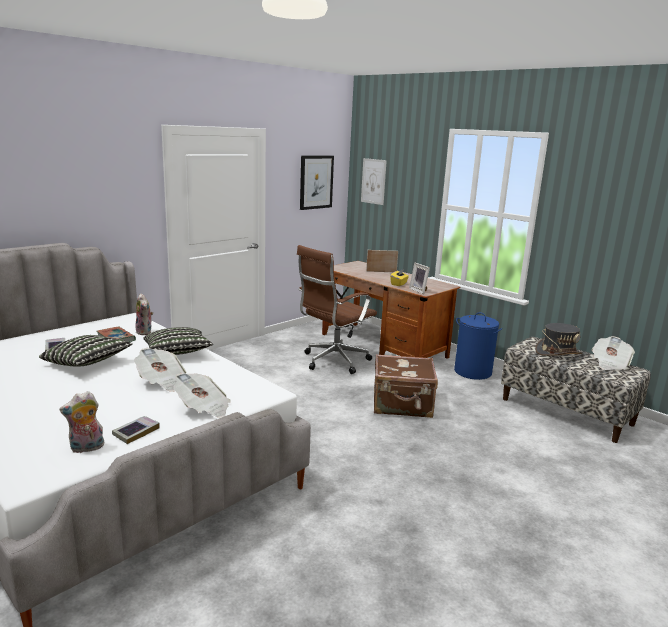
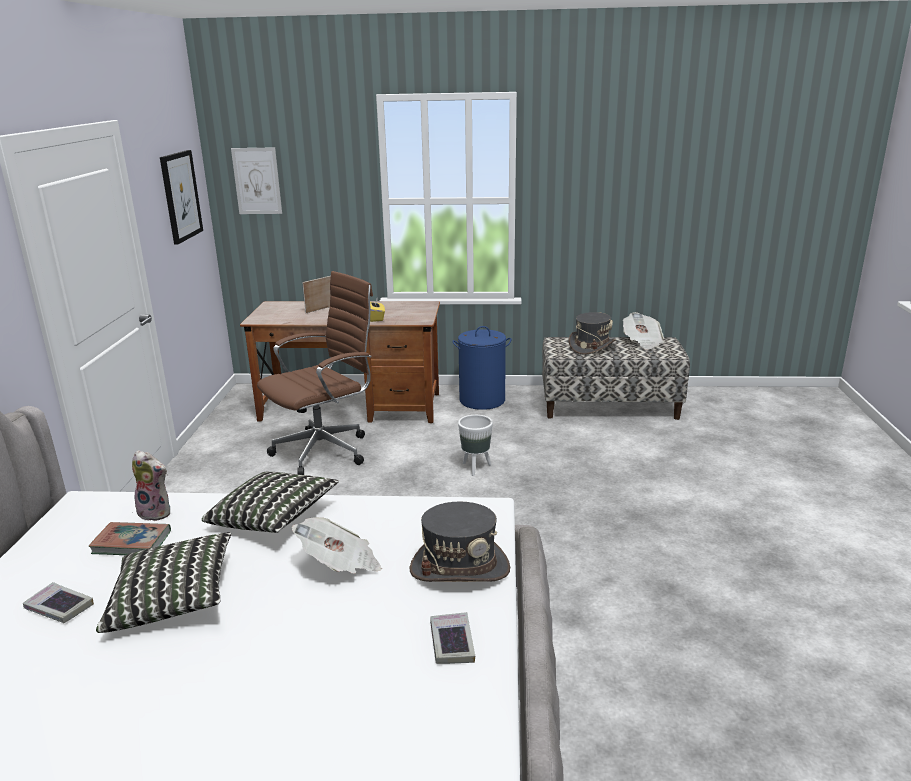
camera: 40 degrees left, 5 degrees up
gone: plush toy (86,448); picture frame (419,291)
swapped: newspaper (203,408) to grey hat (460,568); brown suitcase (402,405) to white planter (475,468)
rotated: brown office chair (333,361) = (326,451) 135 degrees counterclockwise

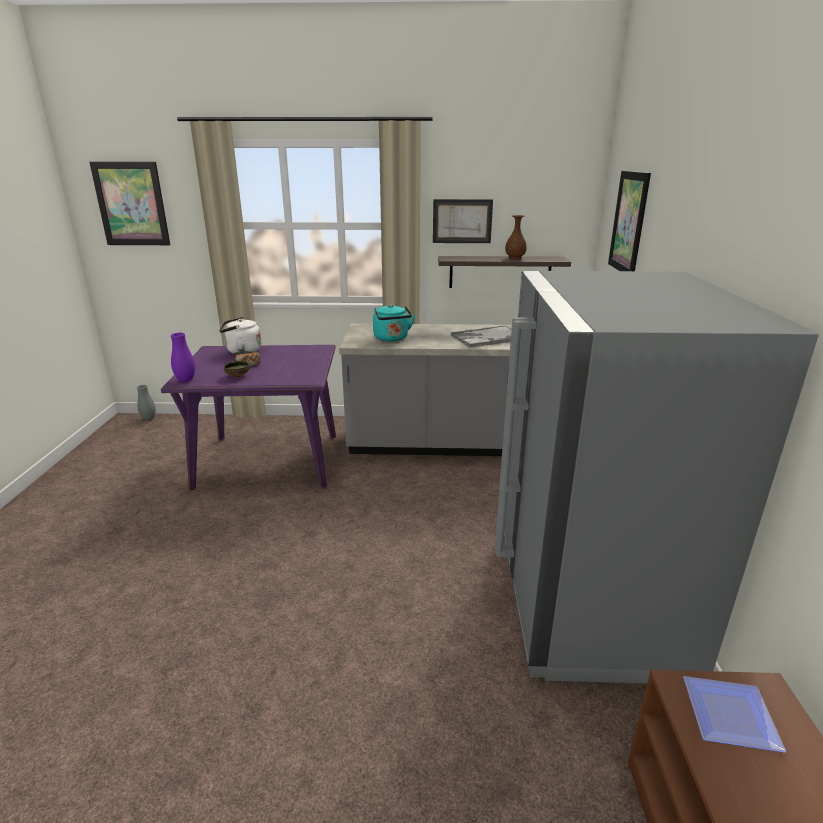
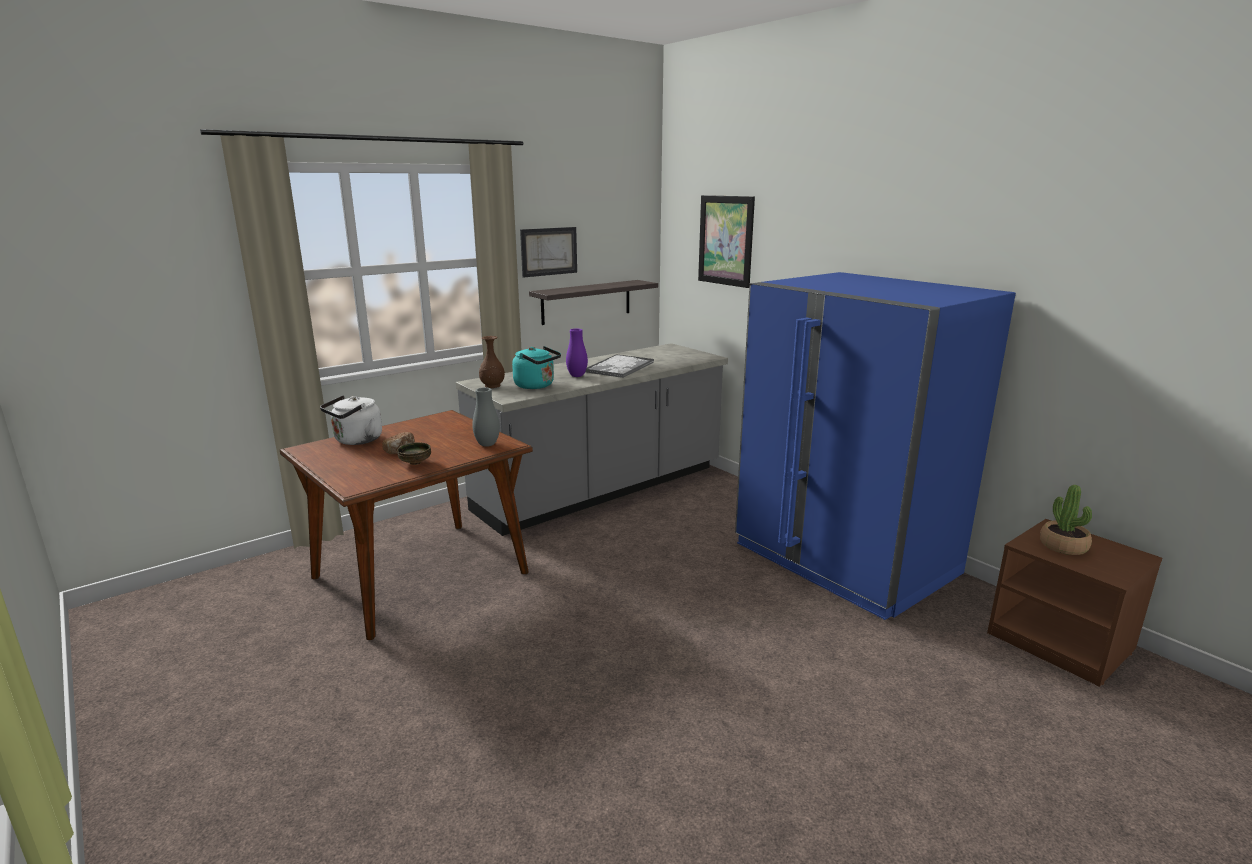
camera: 40 degrees left, 5 degrees down
gone: picture (131,204)
shifted: grey vase (149,418) to (487,444); purple vase (186,380) to (577,376); brown vase (514,258) to (492,386)
swapped: plate (733,718) to potted plant (1063,546)
repainted: purple dining table (269,460) to brown dining table (421,575); grey fridge (586,599) to blue fridge (844,560)

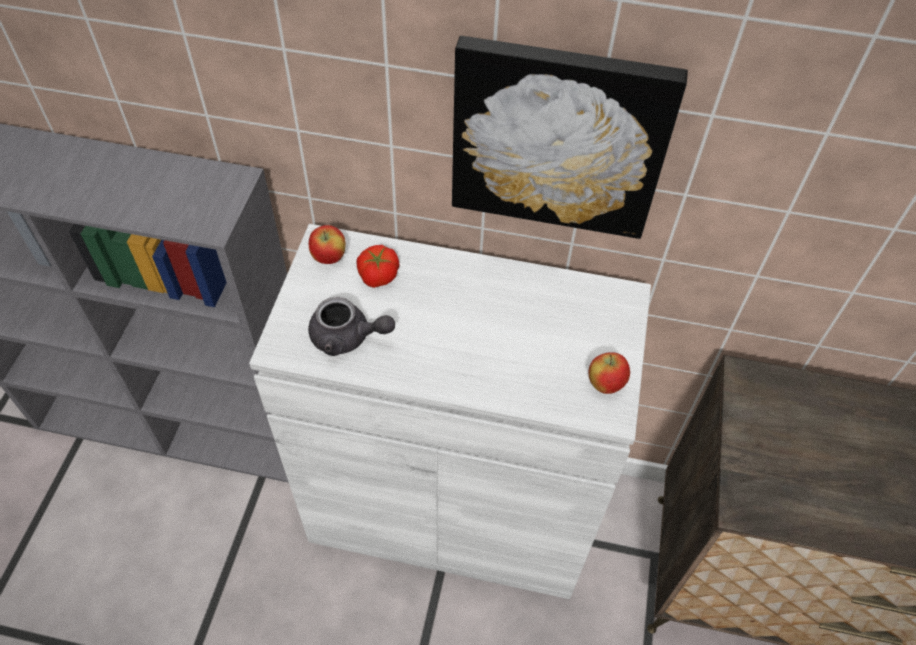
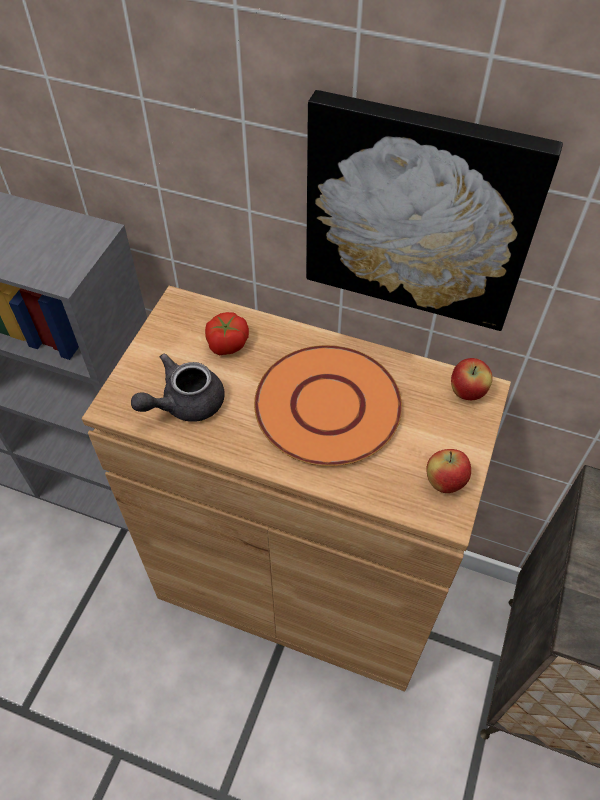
camera: 10 degrees right, 0 degrees up
new: orange plate (328,406)
shifted: apple (329,257) to (467,392)
repainted: white cabinet (451,508) to brown cabinet (300,584)
rotated: grey teapot (347,338) = (184,403) 120 degrees clockwise

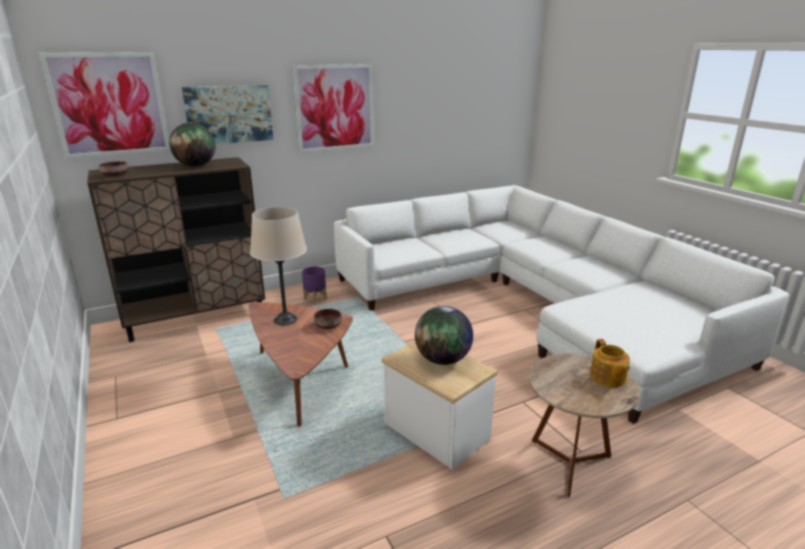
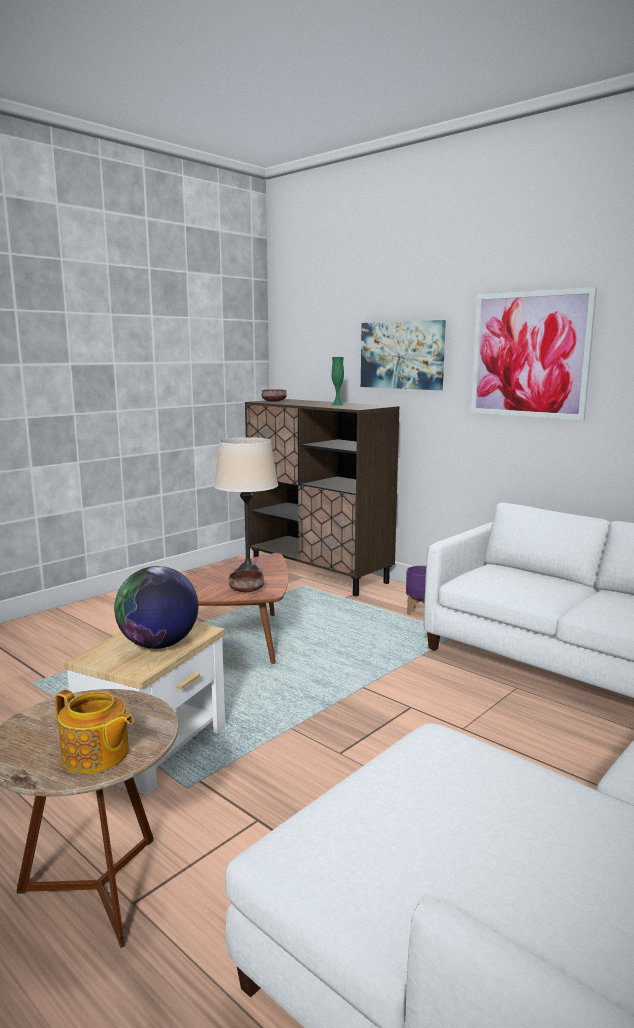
camera: 70 degrees right, 10 degrees down
gone: picture (109,105)
swapped: globe (196,166) to green vase (337,405)
rotated: teapot (607,378) = (96,755) 120 degrees counterclockwise

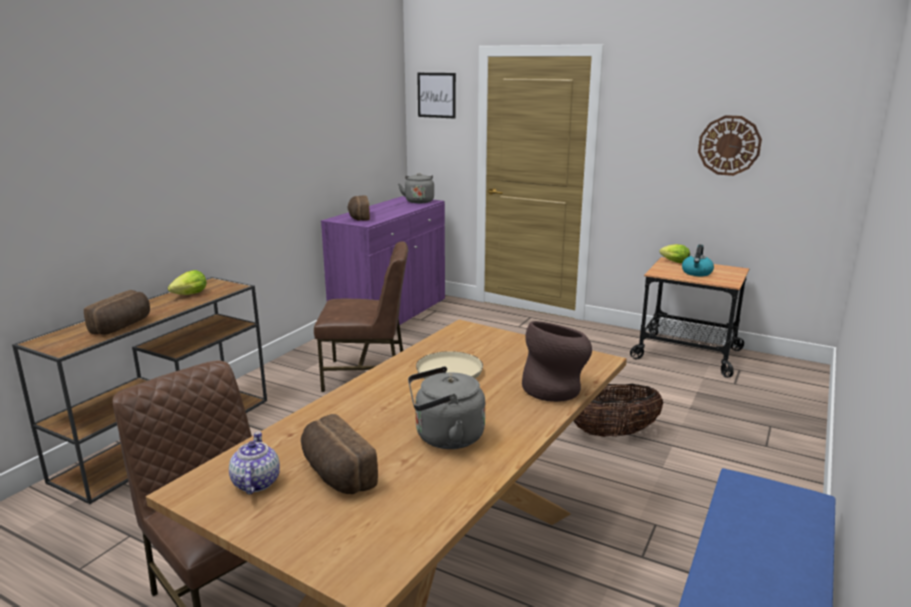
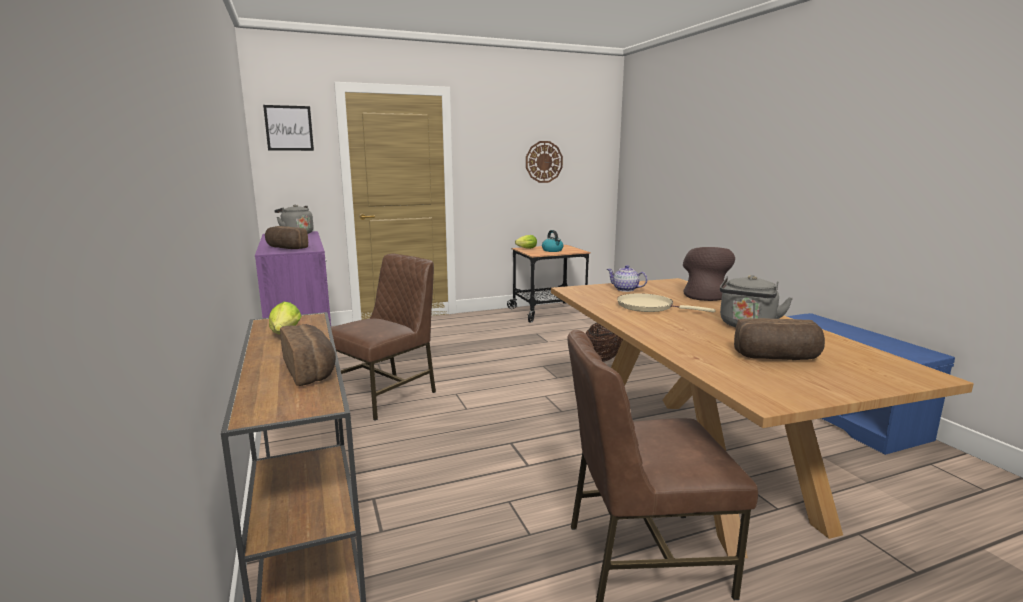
camera: 50 degrees left, 5 degrees down
shifted: teapot (255,483) to (625,289)

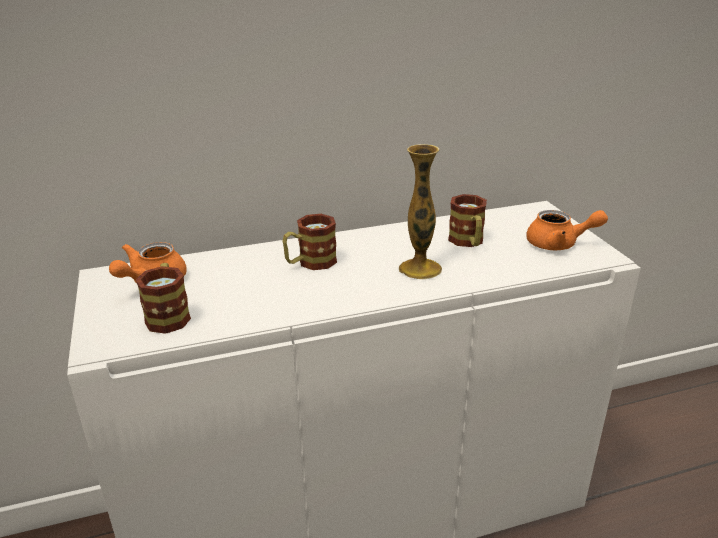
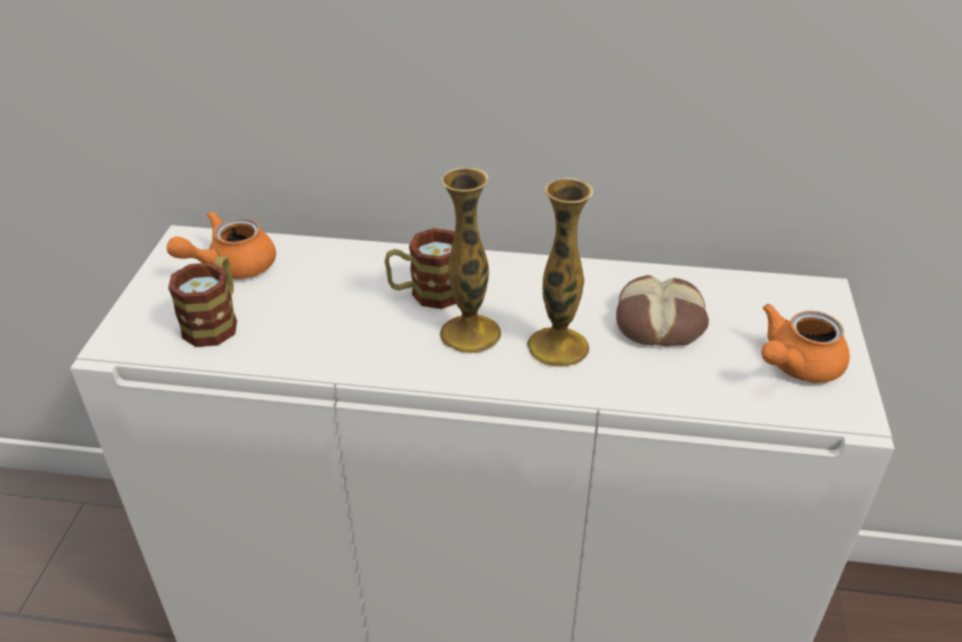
camera: 25 degrees right, 10 degrees up
new: vase (470,334)
swapped: mug (468,242) to bread (661,321)
rotated: orange teapot (559,244) = (795,366) 105 degrees clockwise

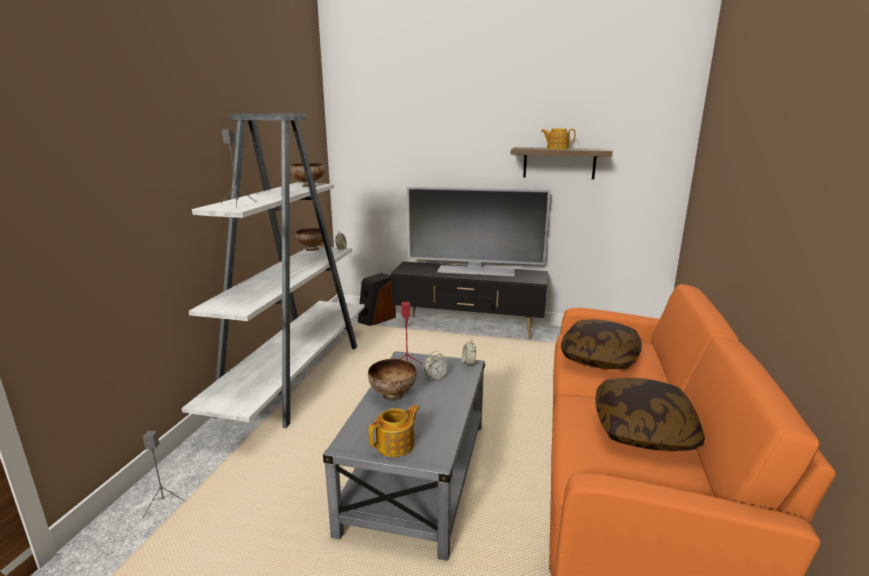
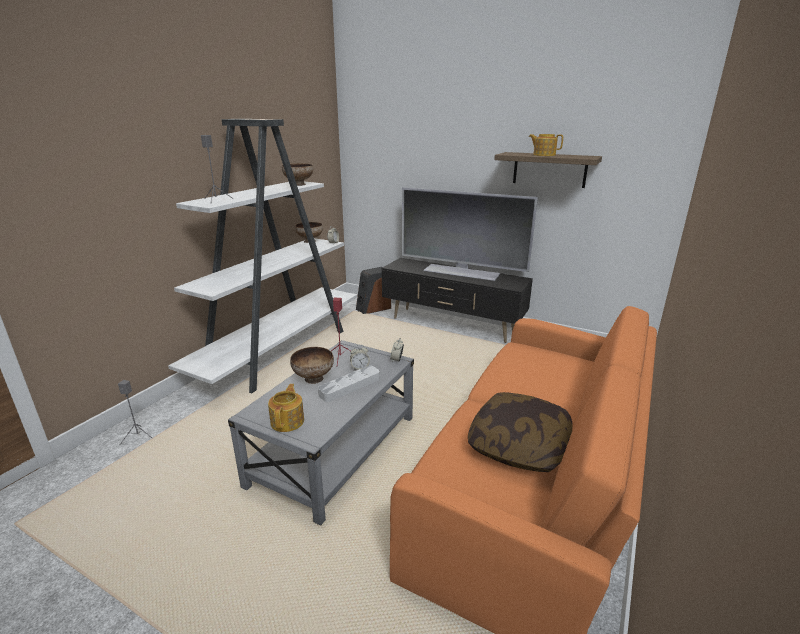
camera: 15 degrees right, 5 degrees up
gone: pillow (599,357)
new: grey tray (350,386)
rotated: teapot (396,445) = (288,421) 60 degrees counterclockwise

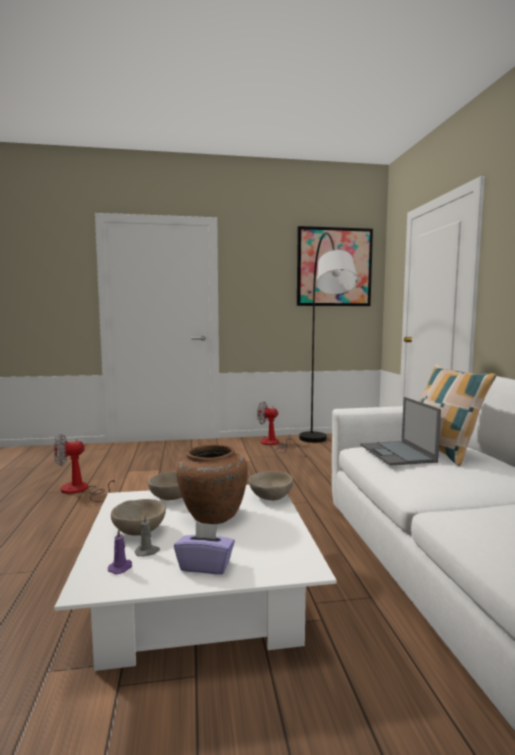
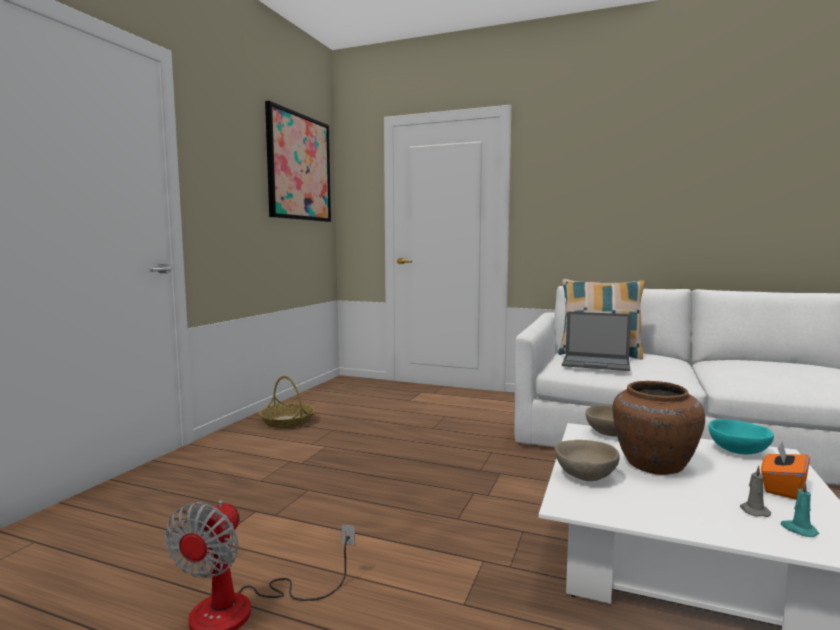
camera: 60 degrees left, 0 degrees up
gone: beige bowl (139,531); grey floor lamp (322,454)
new: turquoise bowl (738,452)
swapped: fan (272,444) to basket (288,422)
repainted: purple candle (121,568) to turquoise candle (798,530); purple tissue box (205,565) to orange tissue box (782,488)

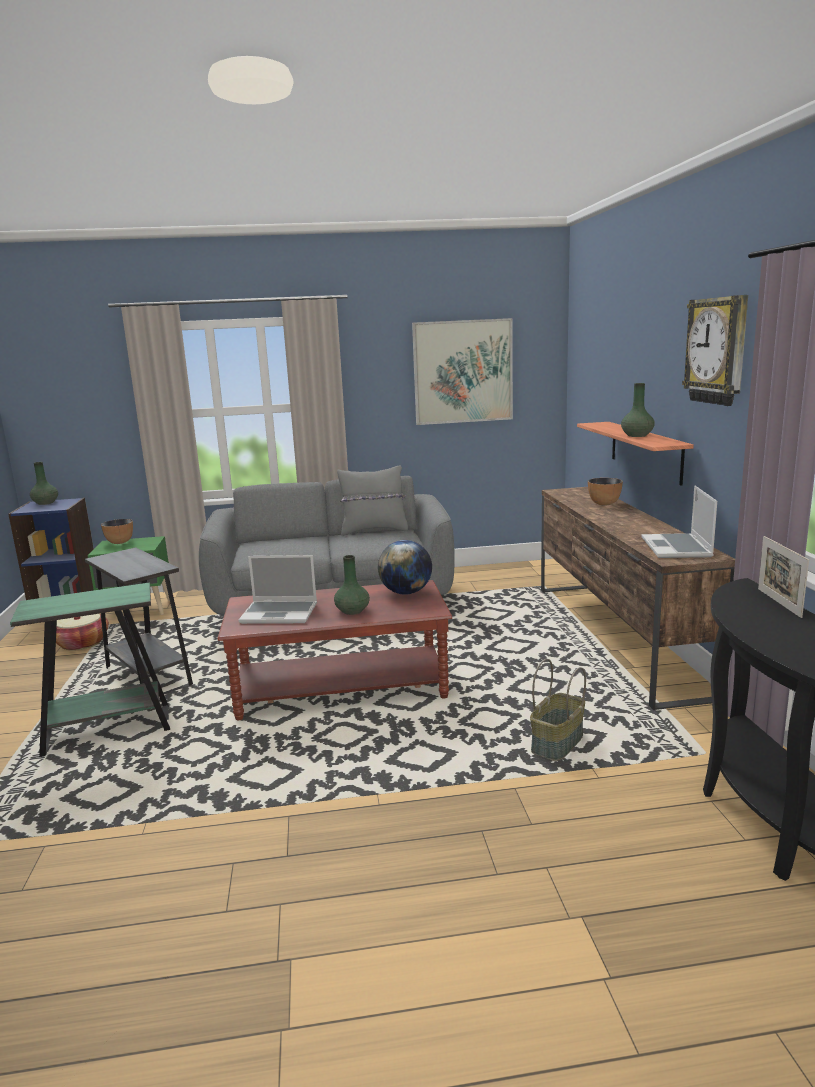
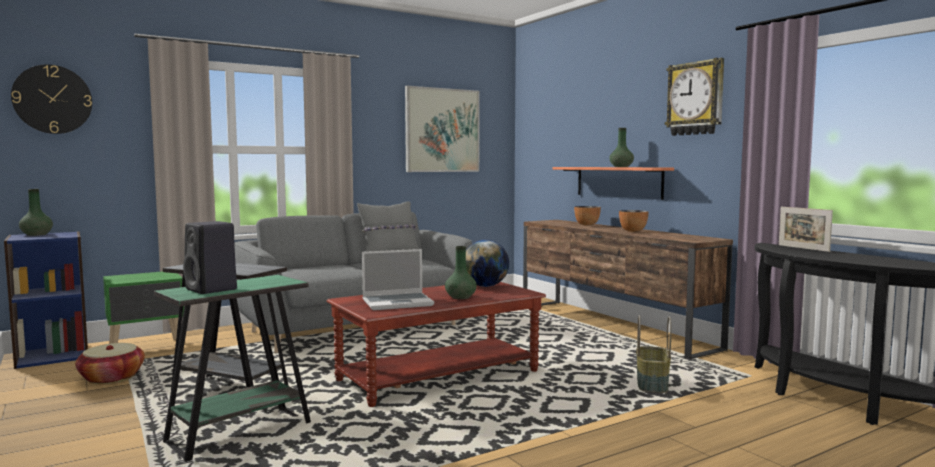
camera: 25 degrees left, 10 degrees down
gone: laptop (677,548)
new: wall clock (52,99); black speaker (212,289)
shifted: bowl (120,542) to (632,231)

